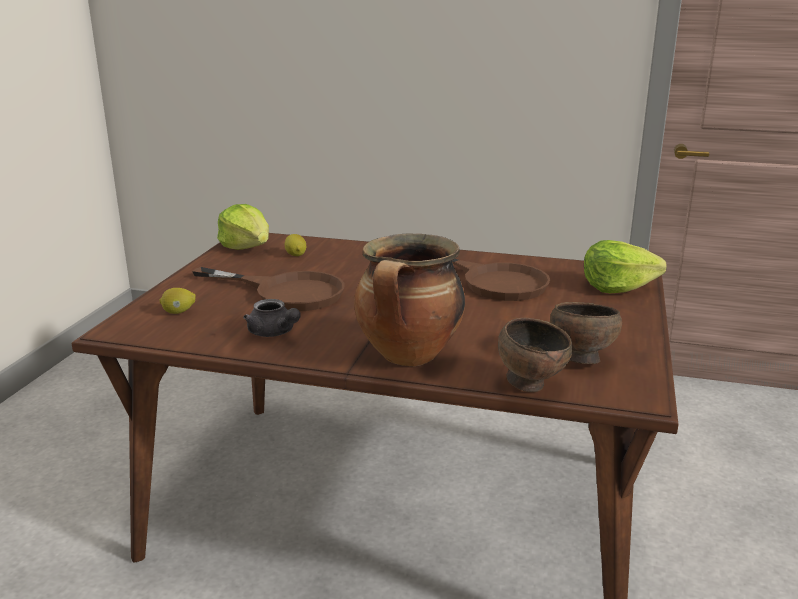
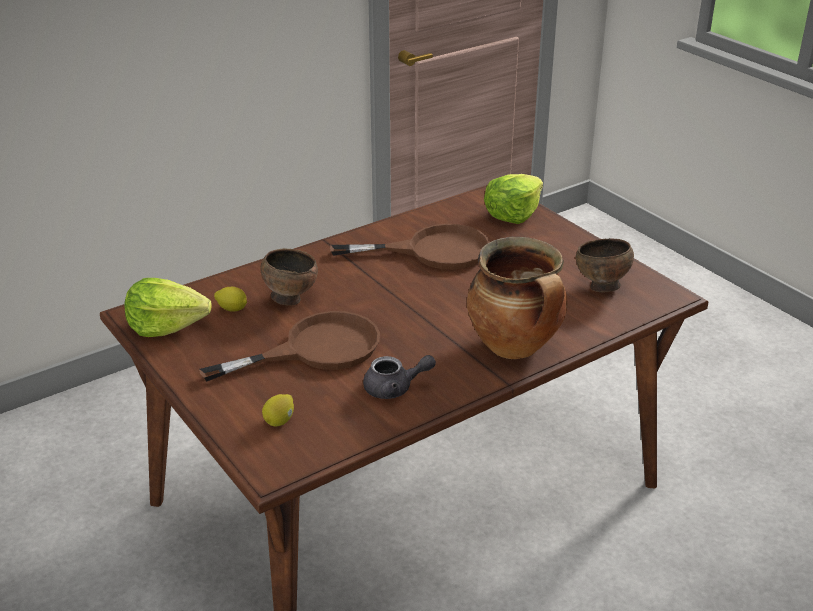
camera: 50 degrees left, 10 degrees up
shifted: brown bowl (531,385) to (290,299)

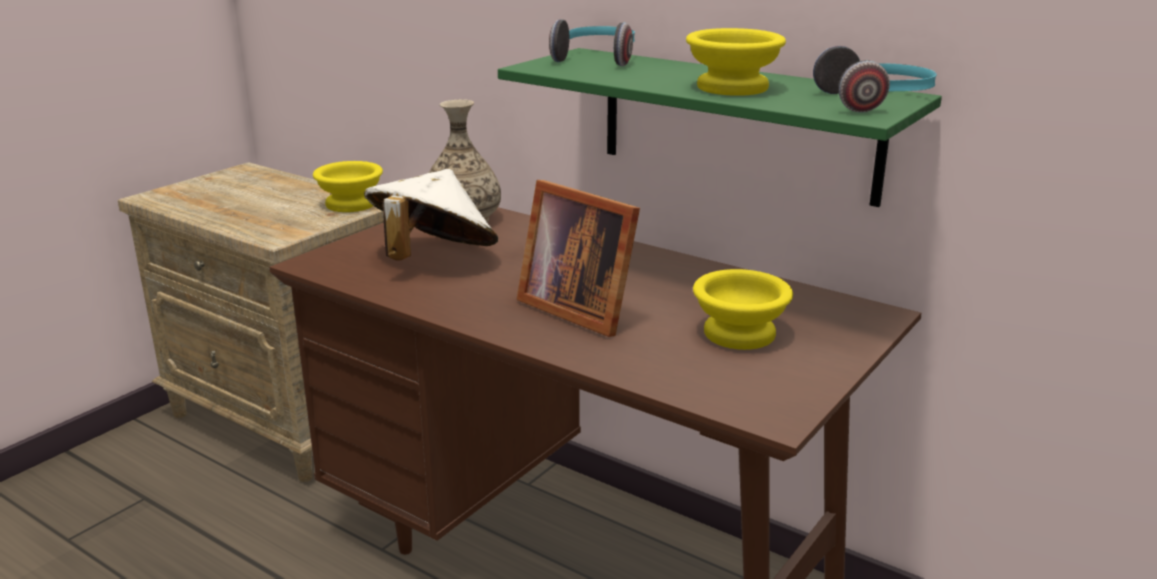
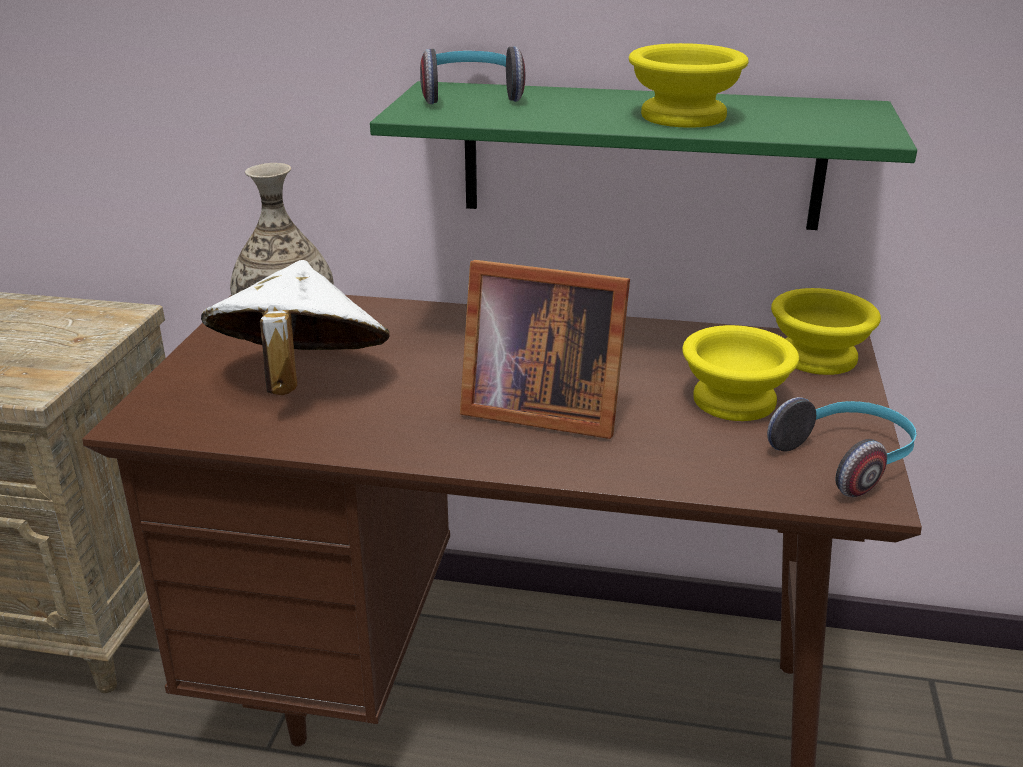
camera: 25 degrees left, 5 degrees up
shifted: yellow bowl (350,203) to (814,356); headphones (876,102) to (847,460)

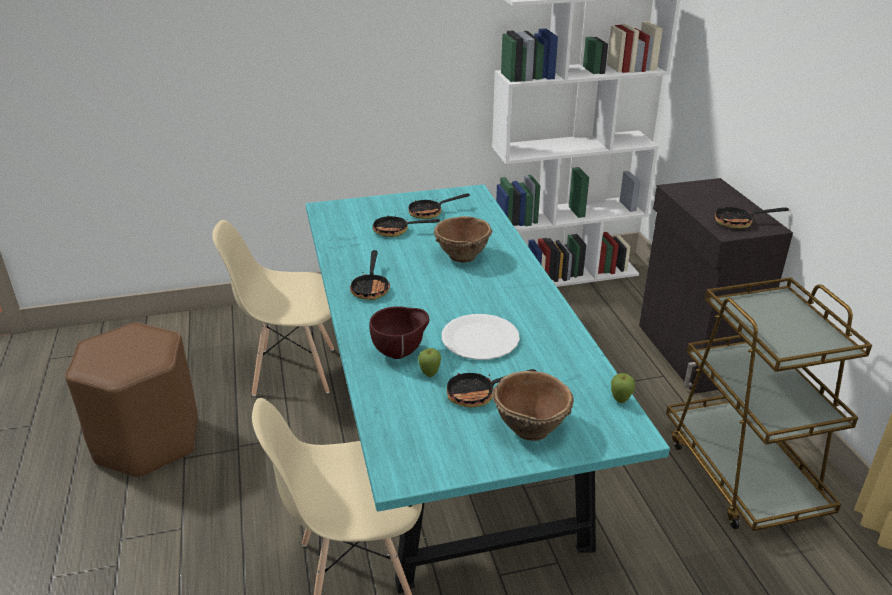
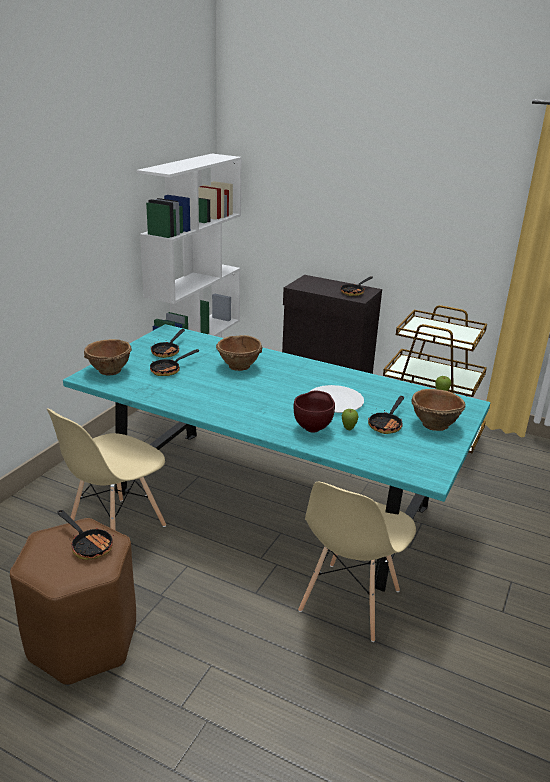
camera: 50 degrees left, 5 degrees down
new: brown bowl (109,371)
shifted: frying pan (371,288) to (88,545)

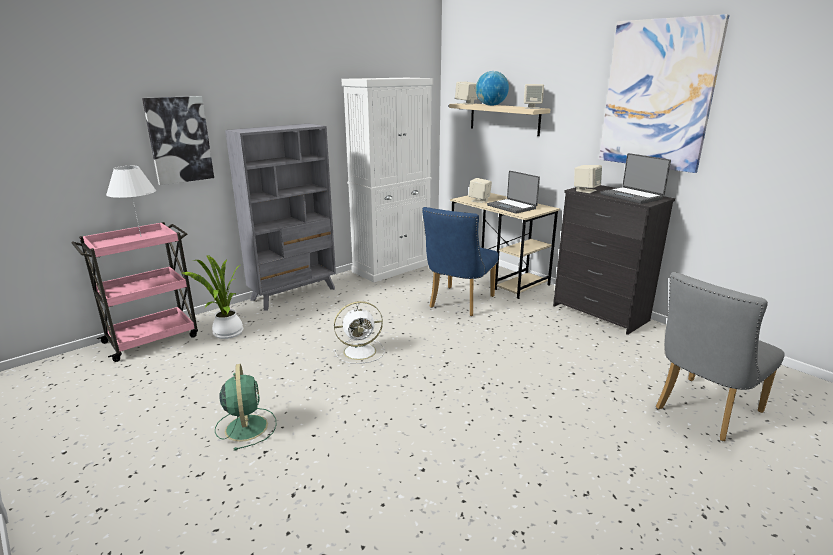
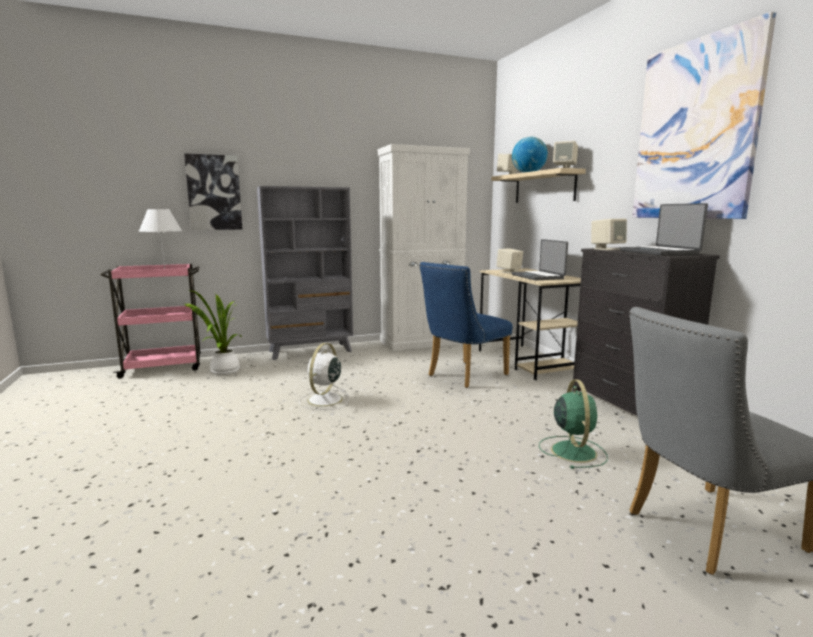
camera: 20 degrees right, 10 degrees down
shifted: green fan (246,426) to (573,451)
rotated: white fan (361,351) = (324,400) 105 degrees clockwise

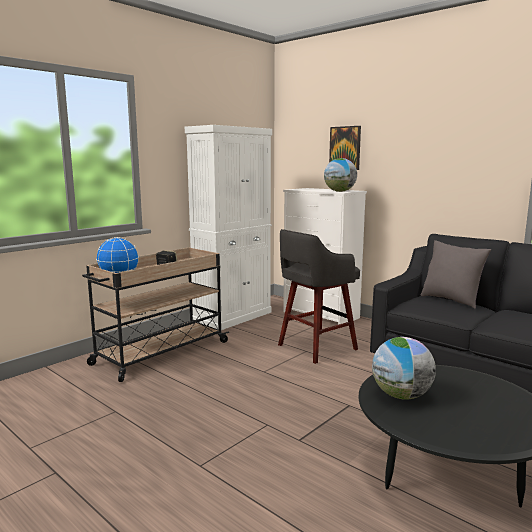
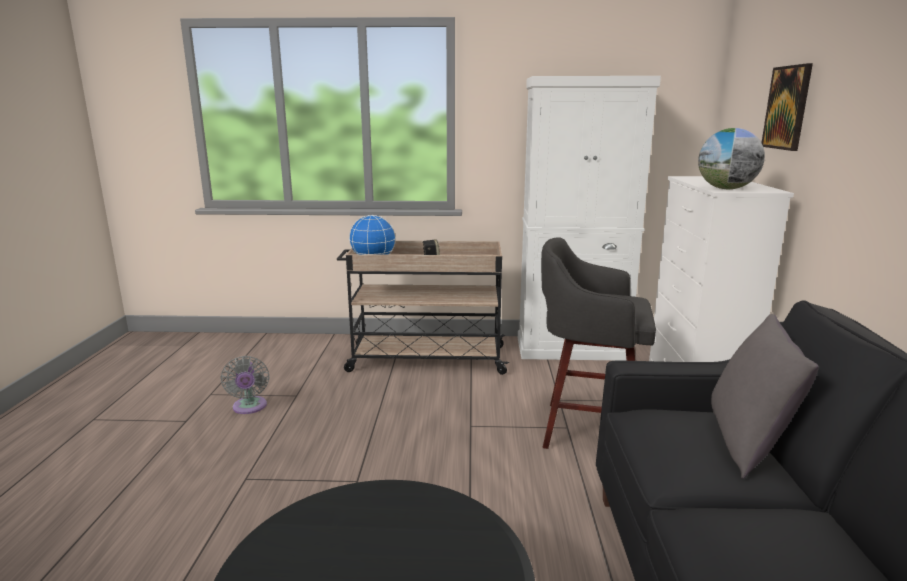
camera: 50 degrees right, 5 degrees up
gone: globe (401,395)
new: grey fan (249,407)

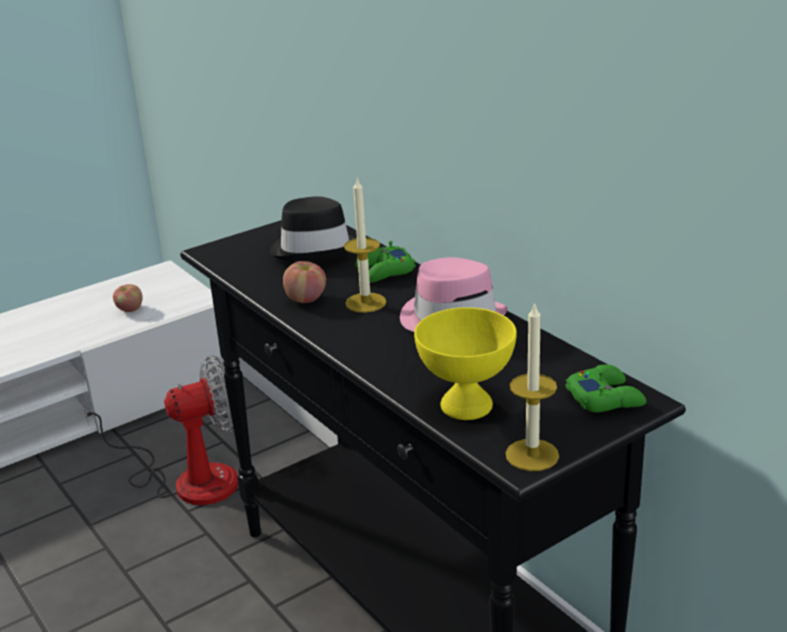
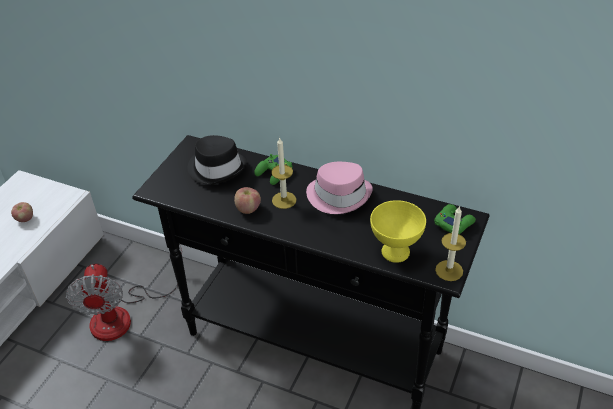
camera: 30 degrees left, 15 degrees up
rotated: fan (188,479) = (123,315) 135 degrees clockwise

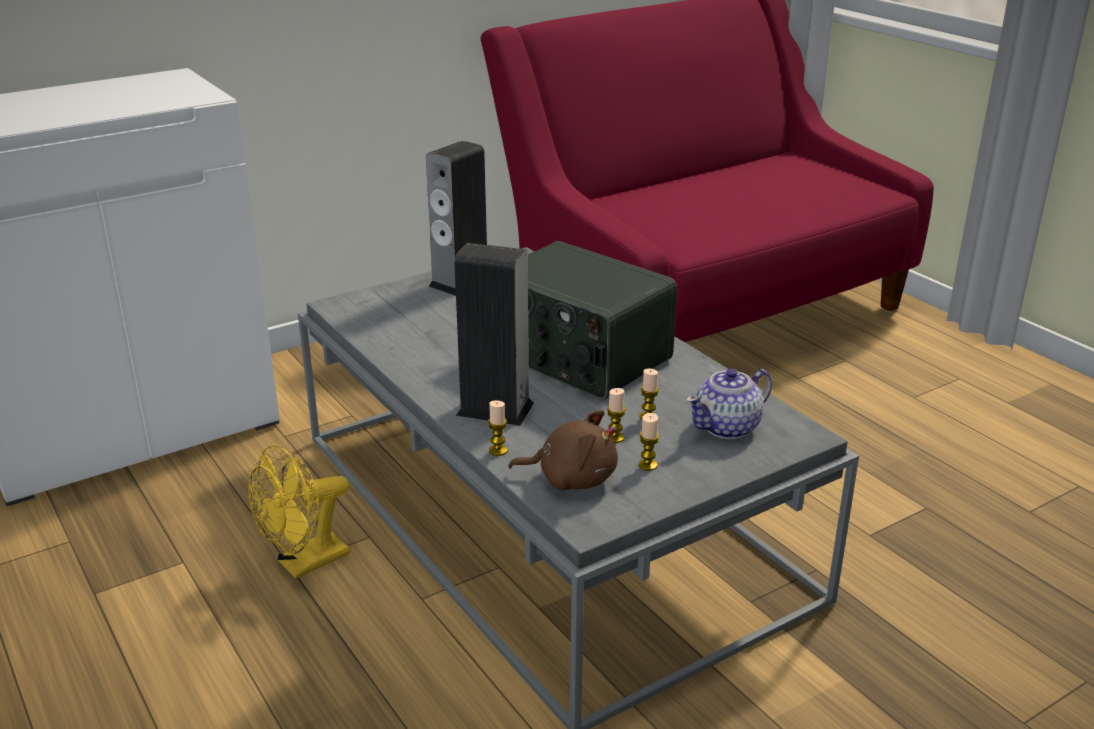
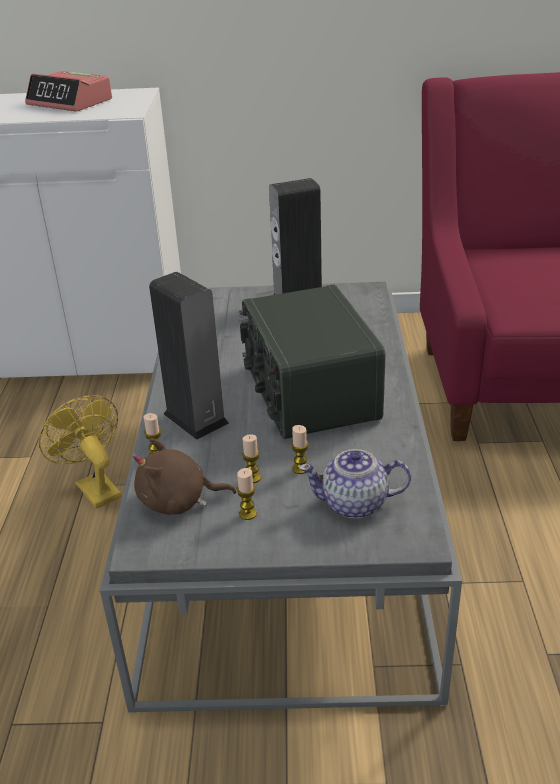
camera: 35 degrees right, 5 degrees up
new: alarm clock (70,102)
rotated: yellow fan (304,564) = (94,487) 60 degrees clockwise; brown plush toy (571,478) = (178,501) 135 degrees clockwise

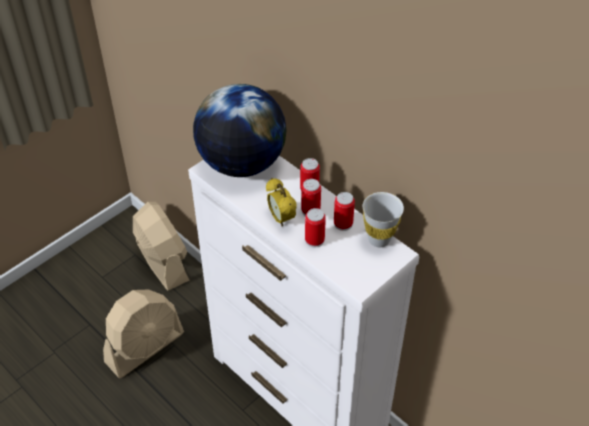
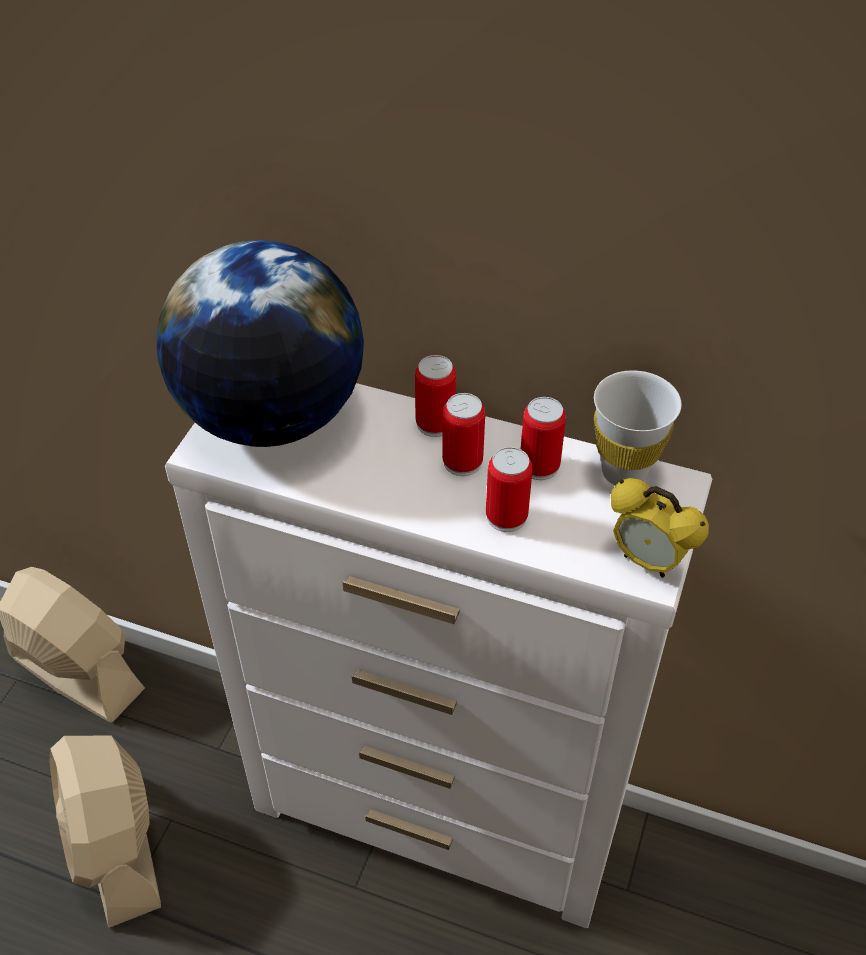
camera: 25 degrees left, 0 degrees up
shifted: alarm clock (281,219) to (648,561)
rotated: beige fan (145,347) = (117,847) 135 degrees clockwise

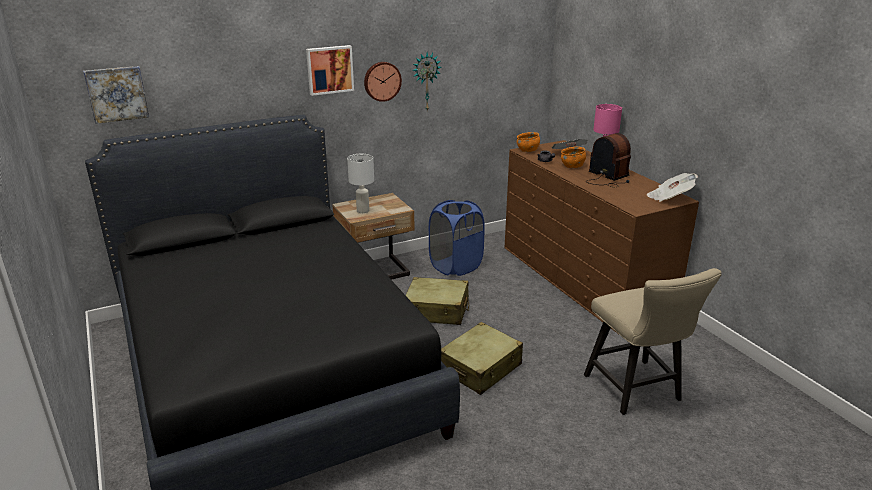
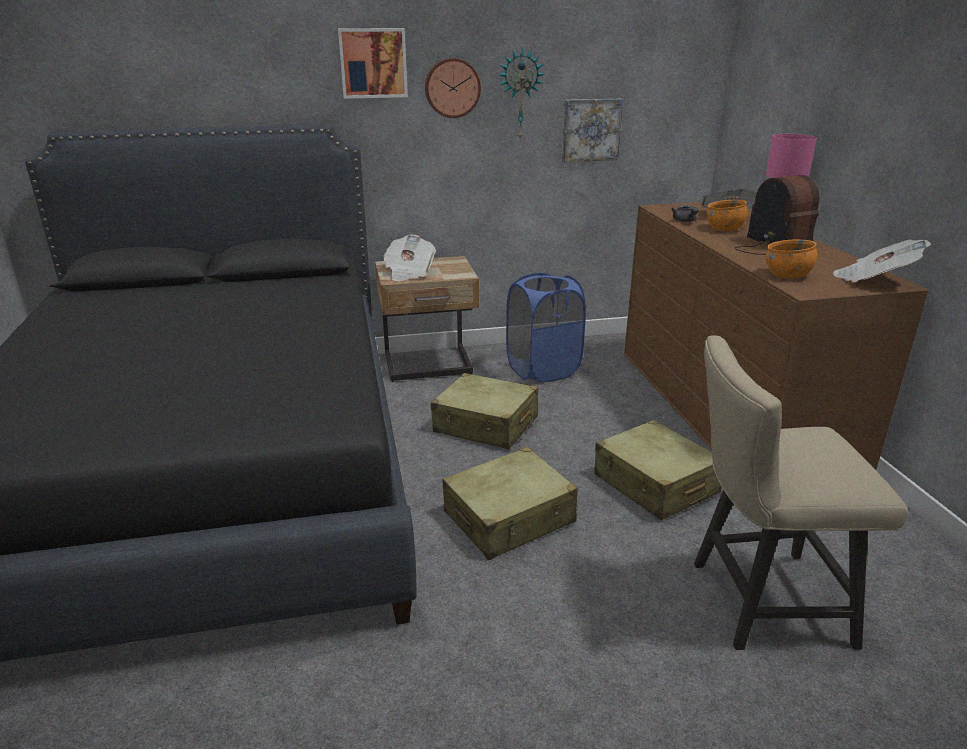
camera: 15 degrees right, 0 degrees up
new: beige suitcase (655,484)
shifted: picture (117,94) to (590,130); orange bowl (527,150) to (787,275)
swapped: white table lamp (363,211) to newspaper (408,272)
rotated: beige chair (636,391) = (758,602) 90 degrees clockwise

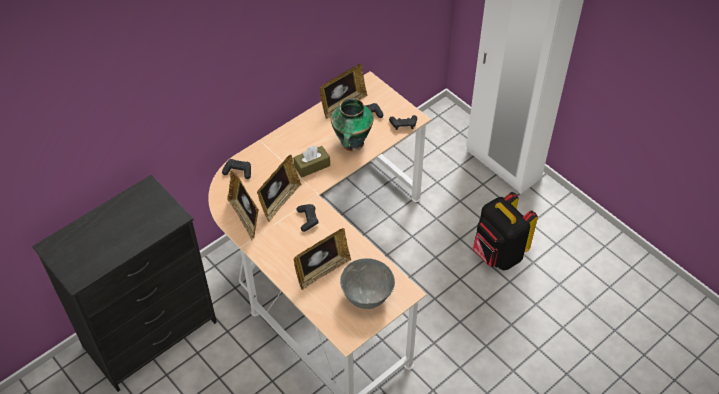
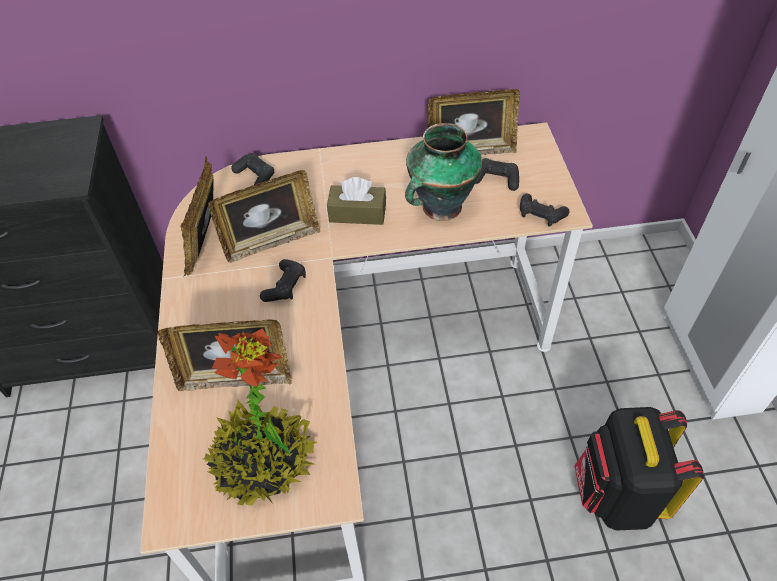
camera: 35 degrees right, 0 degrees up
swapped: grey bowl (366,297) to potted plant (263,462)

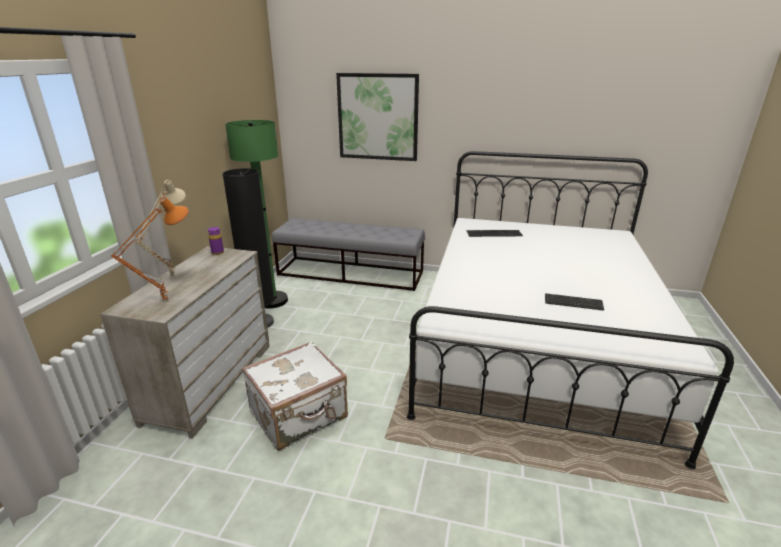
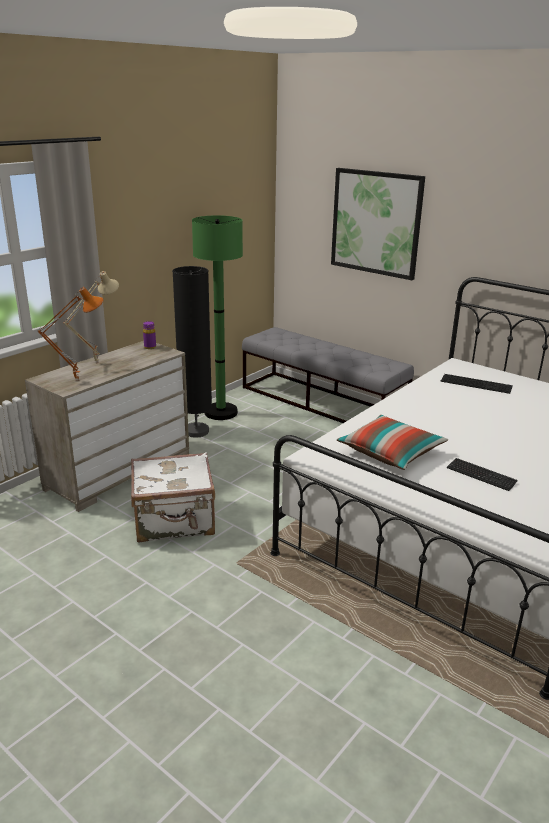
camera: 25 degrees right, 0 degrees up
new: pillow (390,453)

